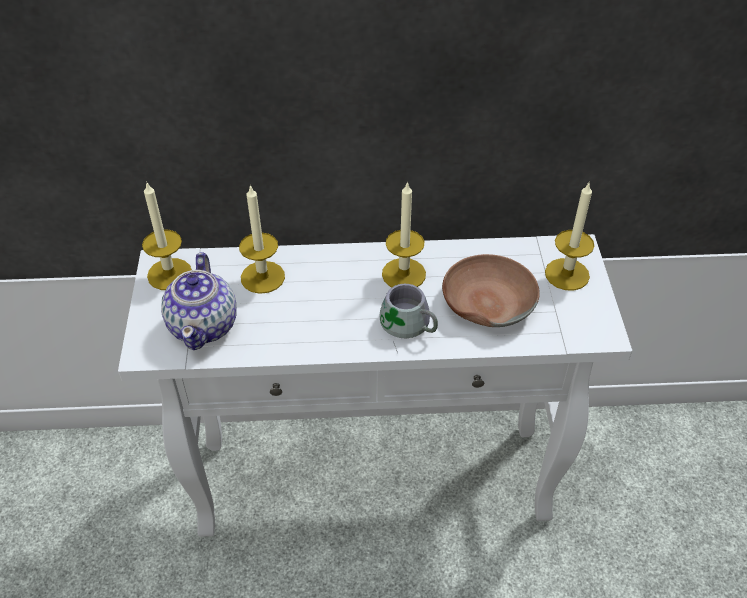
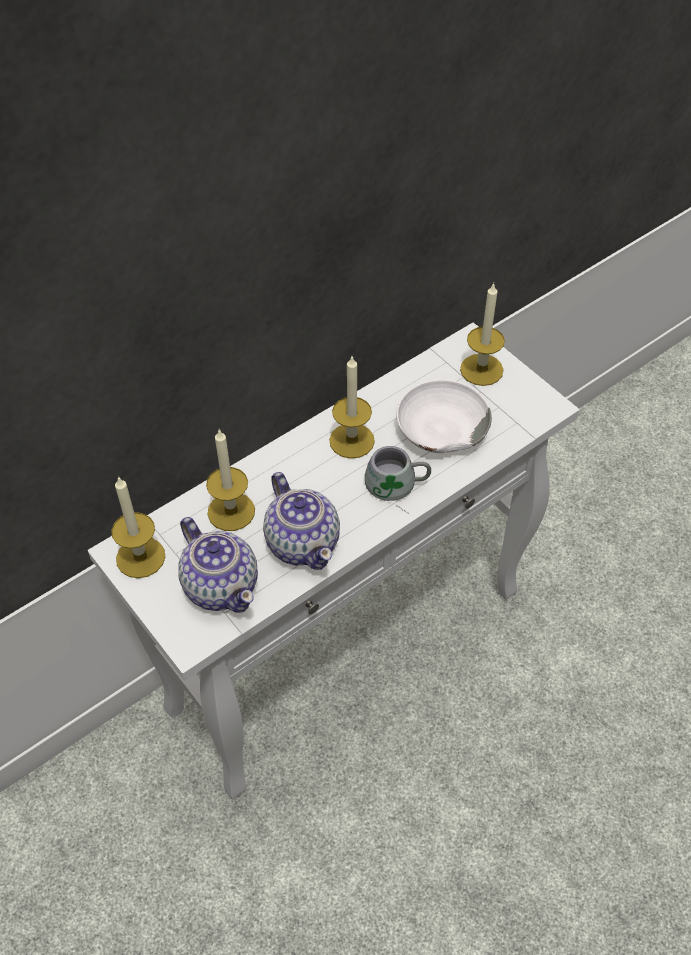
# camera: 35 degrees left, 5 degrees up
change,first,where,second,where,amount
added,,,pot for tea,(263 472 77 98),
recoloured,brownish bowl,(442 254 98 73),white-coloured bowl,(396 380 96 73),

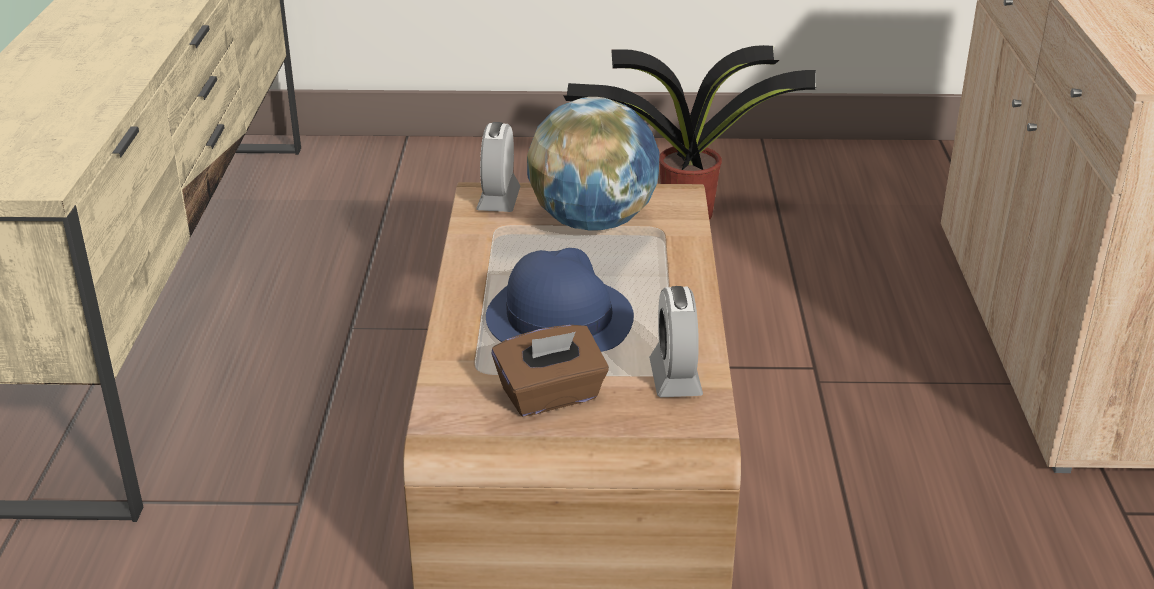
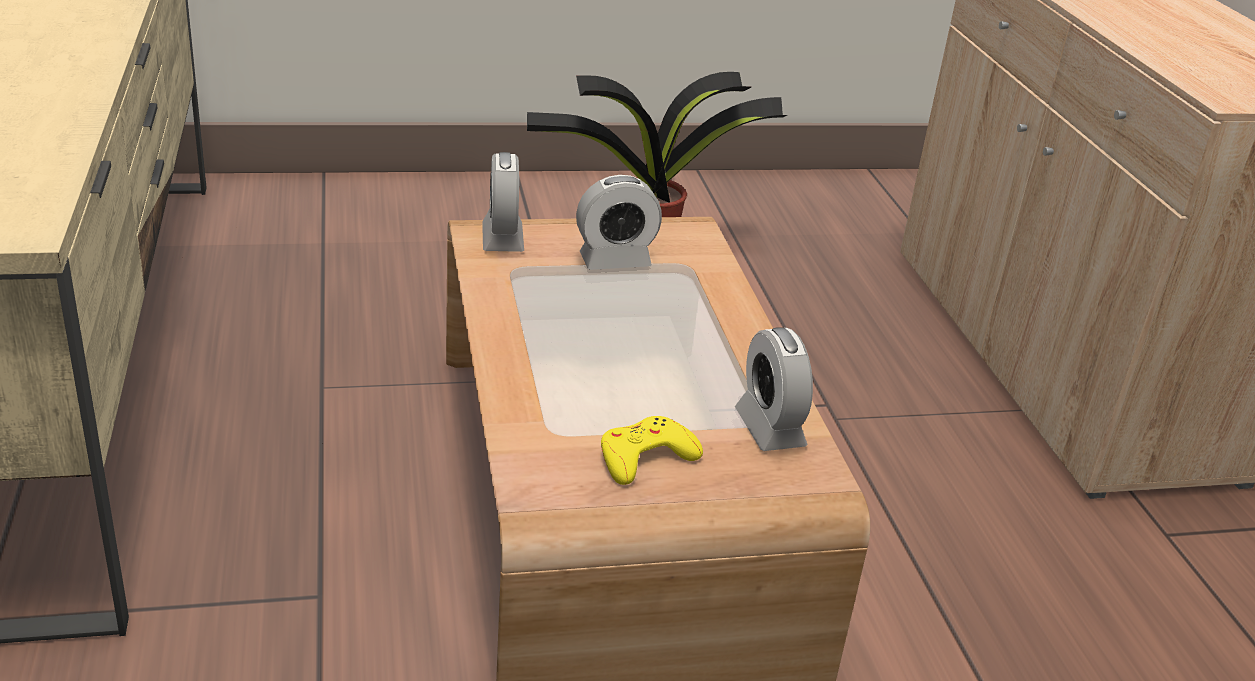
# camera: 15 degrees left, 0 degrees up
change,first,where,second,where,amount
replaced,desk globe,(527 97 133 134),bedside clock,(576 175 86 95),
replaced,brownish tissue box,(491 325 118 91),yellowish gamepad,(601 416 102 69),
removed,bluish wearable hat,(486 248 148 104),,,

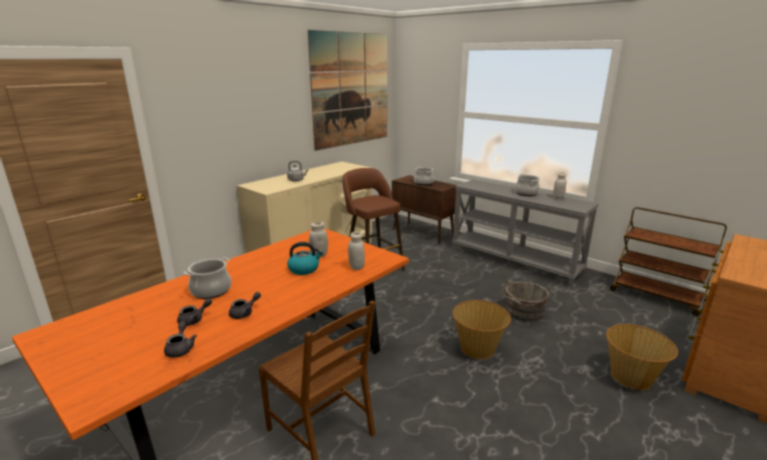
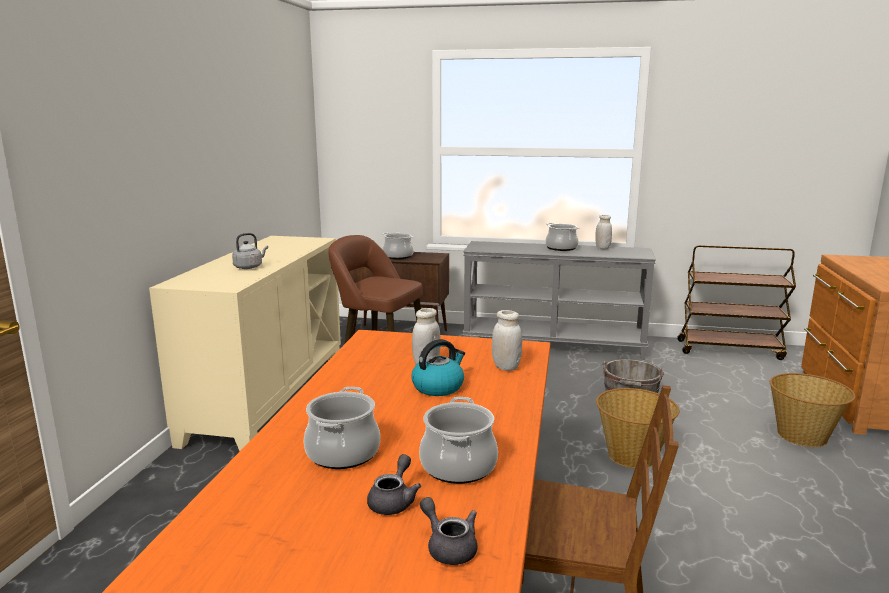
# camera: 30 degrees left, 5 degrees down
change,first,where,second,where,amount
replaced,grey pot for tea,(229 292 32 27),stockpot,(419 397 79 87),
removed,wall art,(308 30 80 121),,,

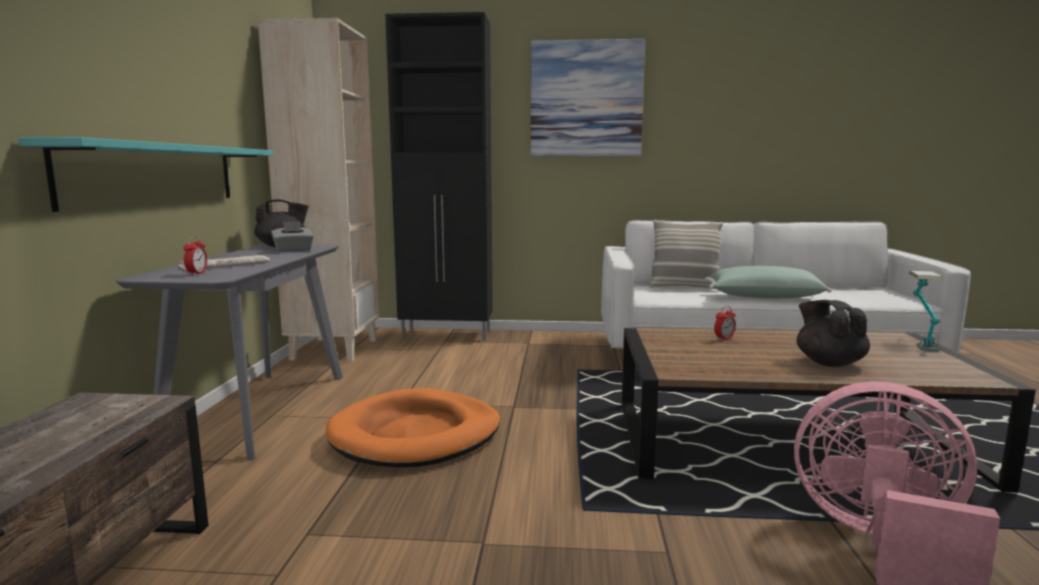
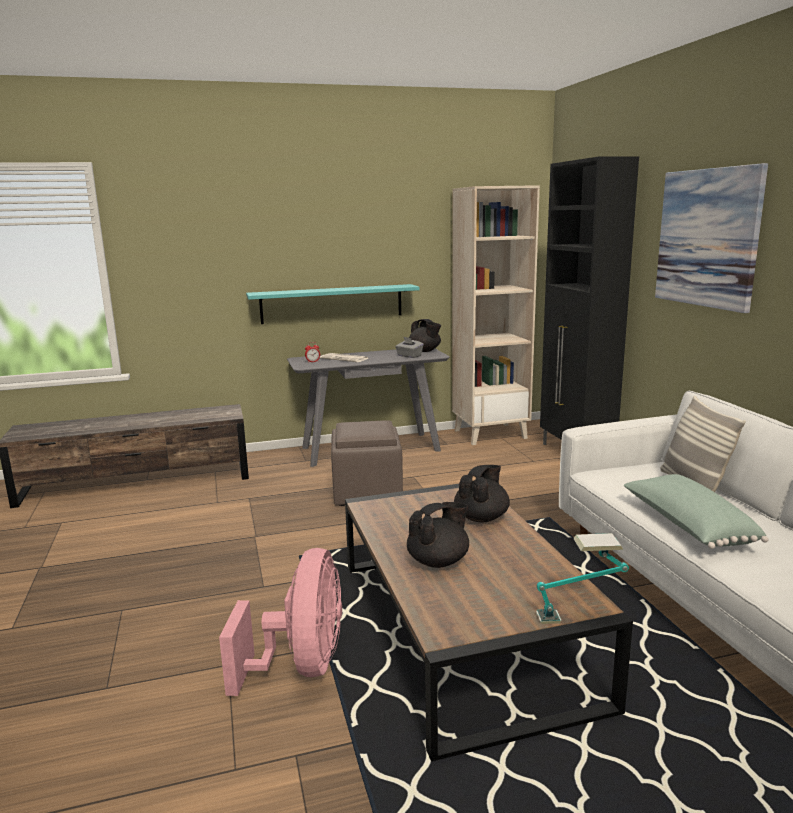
# camera: 70 degrees right, 5 degrees up
change,first,where,second,where,amount
replaced,orangey dog cushion,(326 388 174 79),brownish ottoman,(331 420 72 86),
replaced,bedside clock,(714 306 22 35),black pot for tea,(454 465 56 57),

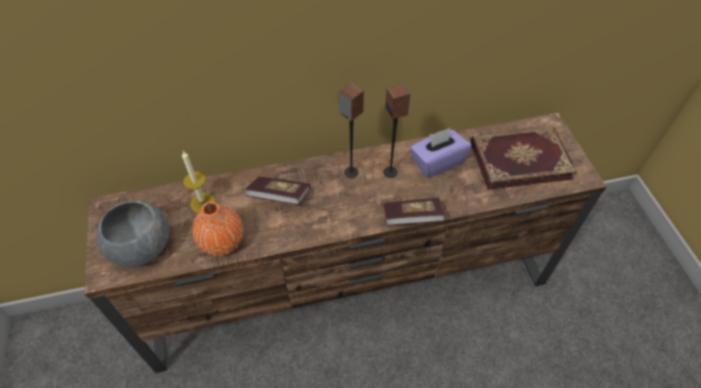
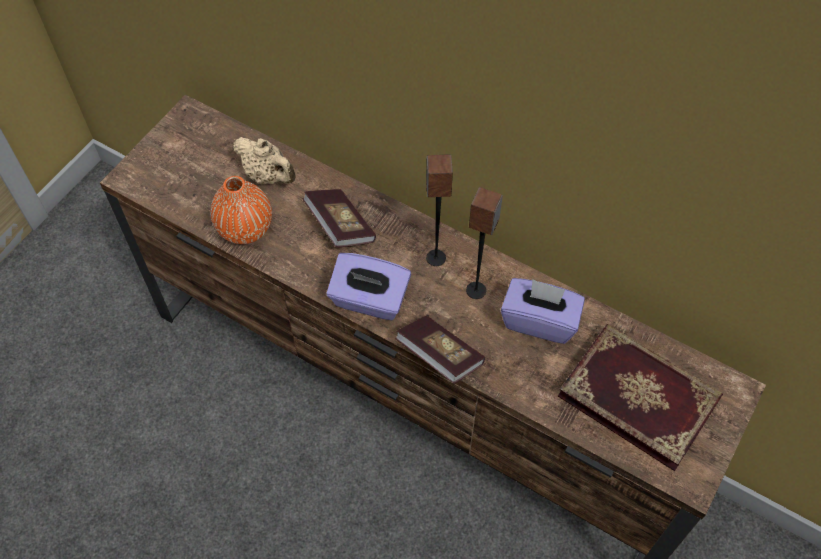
# camera: 45 degrees right, 5 degrees up
change,first,where,second,where,amount
replaced,candle,(182 151 33 62),beige-coloured pot for tea,(233 137 63 47),
added,,,purple-coloured tissue box,(326 253 85 67),
removed,grey bowl,(96 200 73 67),,,

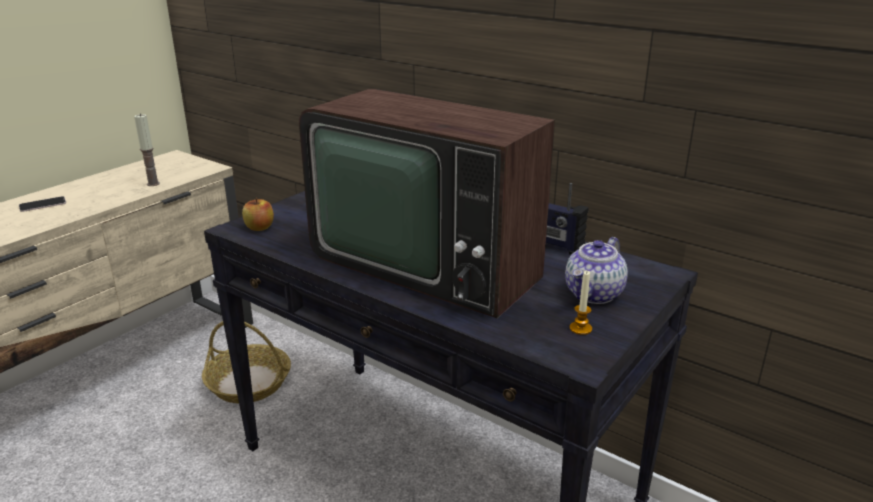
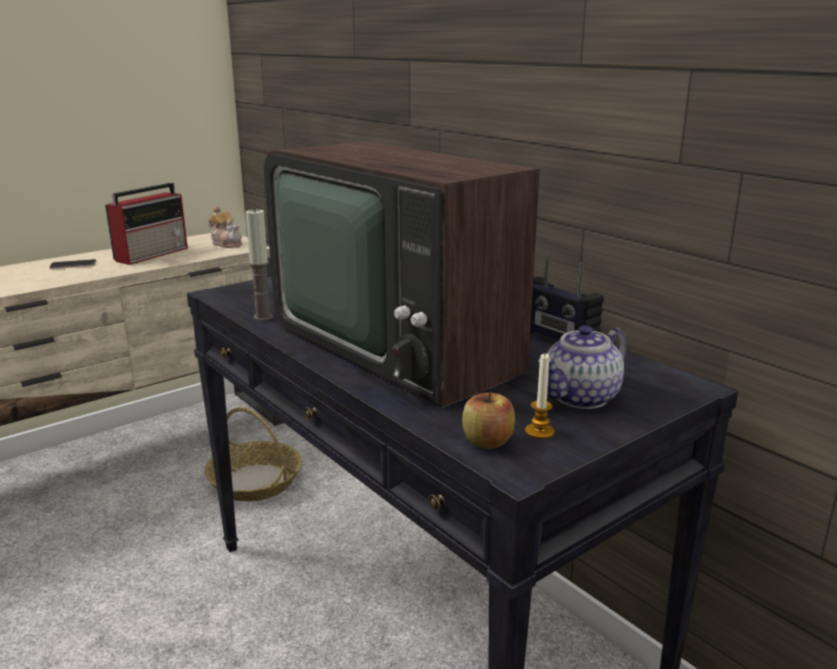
# camera: 15 degrees right, 5 degrees down
change,first,where,second,where,amount
added,,,radio receiver,(105 183 83 82),
added,,,pot for tea,(208 206 34 42),
moved,candle,(134 113 26 73),,(246 208 27 113),
moved,apple fruit,(242 198 32 33),,(462 391 53 58),

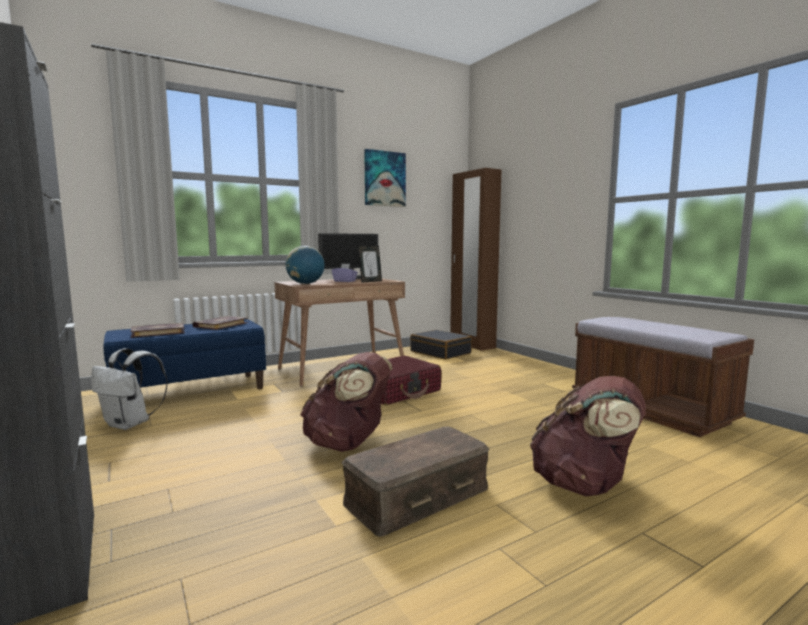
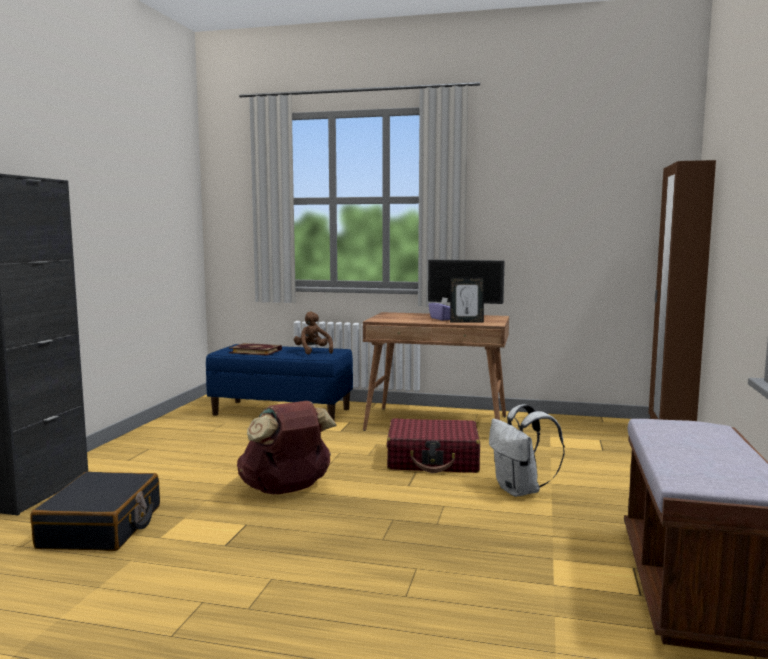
# camera: 45 degrees right, 0 degrees up
change,first,where,second,where,amount
moved,black piece of luggage,(410 330 62 29),,(30 472 130 79),
replaced,book,(193 316 55 14),brownish soft toy,(294 311 39 44),
moved,white-coloured rucksack,(91 348 77 82),,(489 404 76 93),
removed,desk globe,(286 246 39 38),,,
removed,brownish storage box,(342 426 147 111),,,
removed,wall art,(364 149 42 58),,,
removed,brownish rucksack,(530 376 116 120),,,

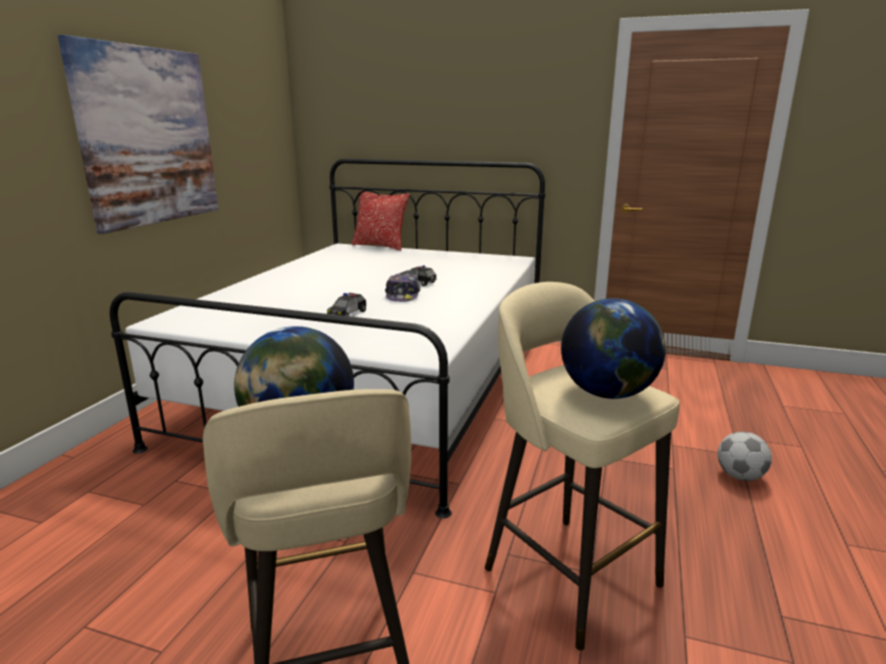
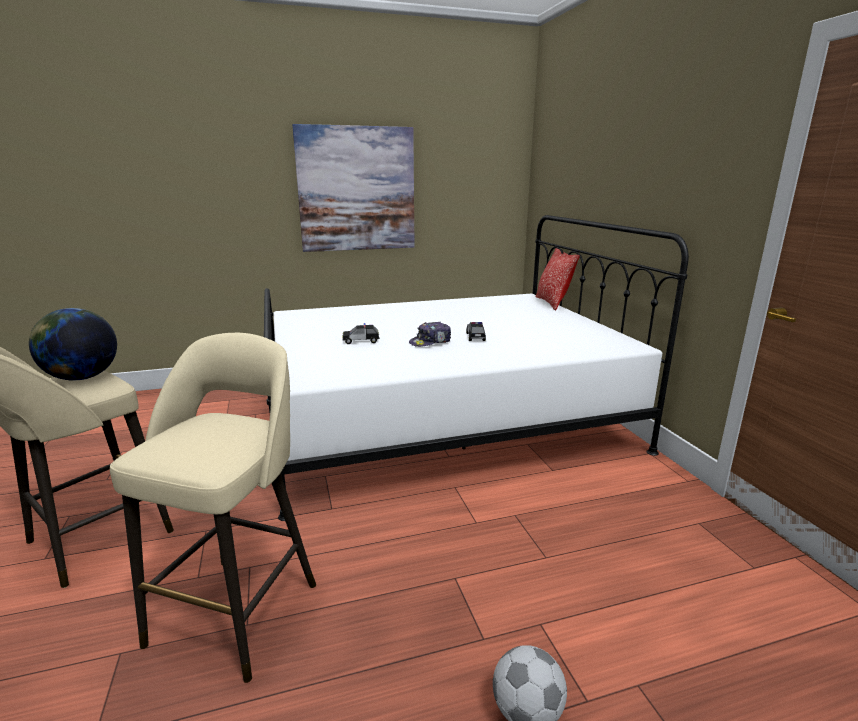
# camera: 55 degrees right, 0 degrees up
change,first,where,second,where,amount
removed,desk globe,(561 298 105 101),,,

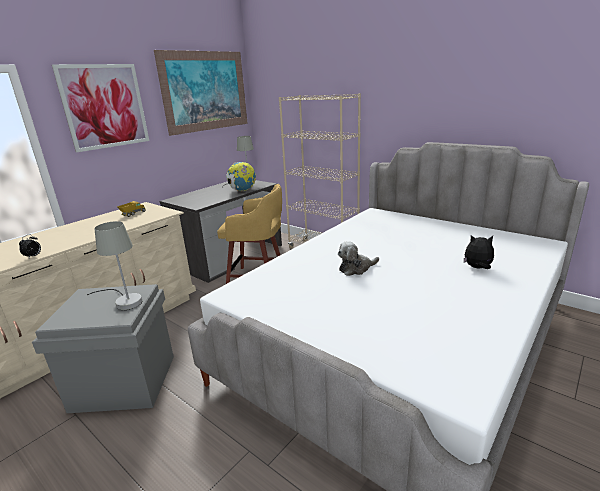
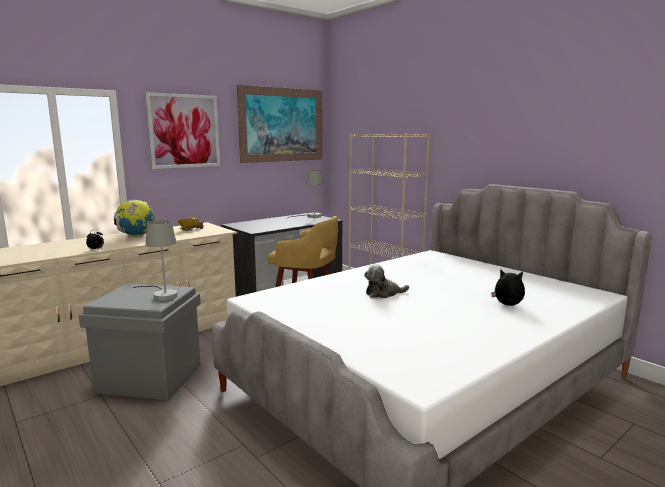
# camera: 10 degrees right, 10 degrees down
change,first,where,second,where,amount
moved,desk globe,(226 162 30 29),,(114 200 40 36),

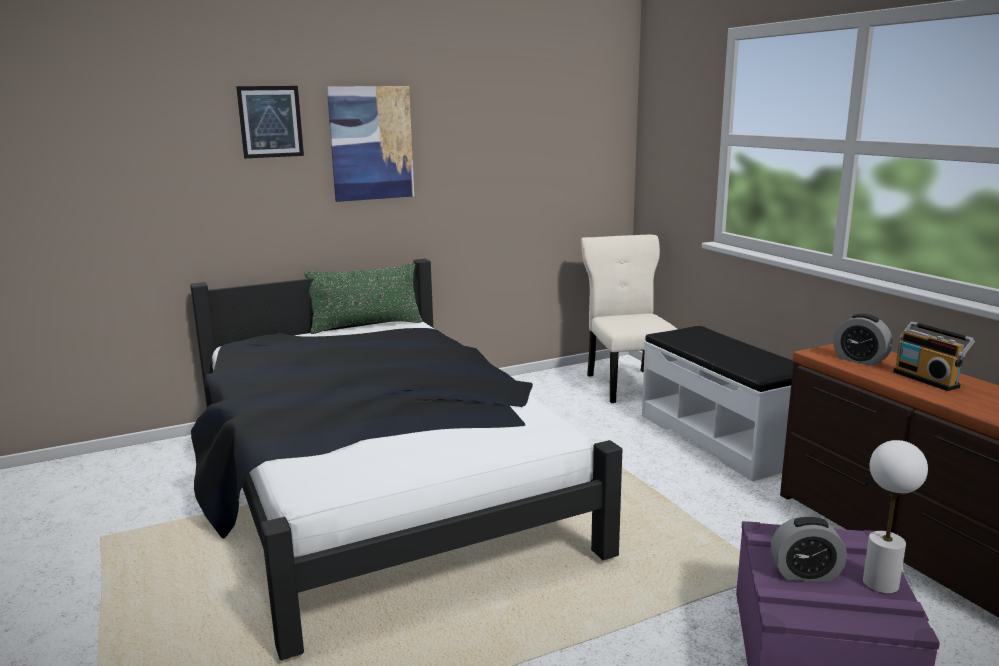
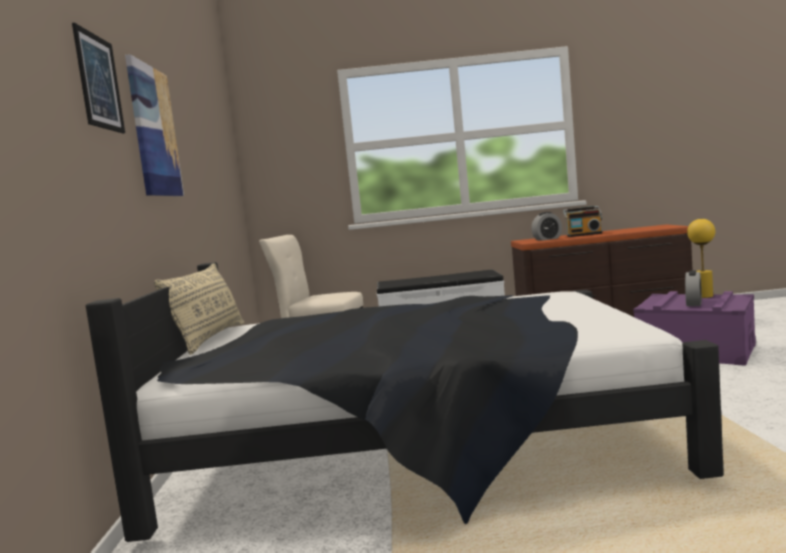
# camera: 65 degrees left, 10 degrees down
change,first,where,second,where,amount
recoloured,green-coloured pillow,(304 263 118 71),beige-coloured pillow,(154 263 90 92),
recoloured,white-coloured lamp for a table,(863 440 65 154),yellowish lamp for a table,(687 219 28 79),

